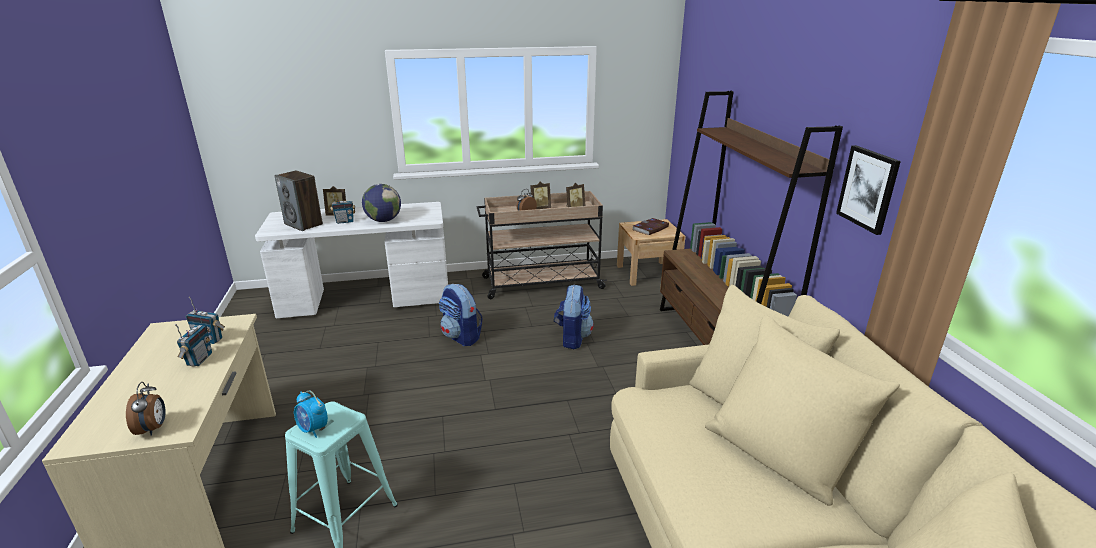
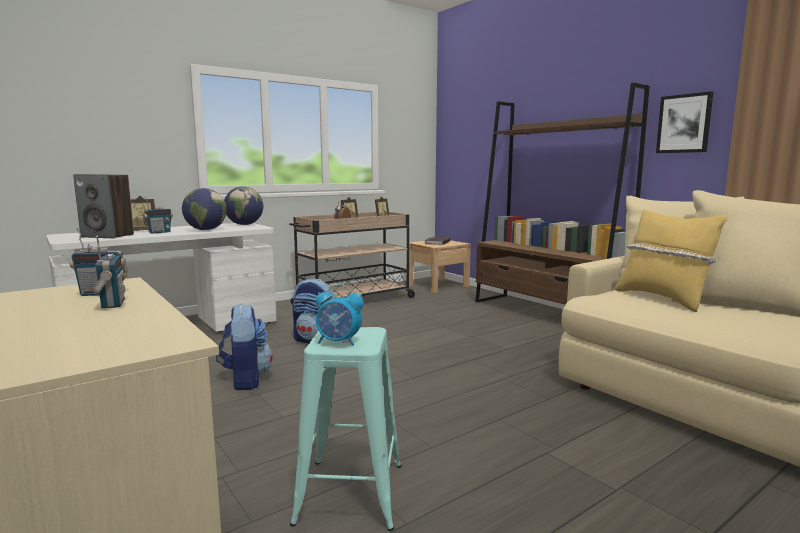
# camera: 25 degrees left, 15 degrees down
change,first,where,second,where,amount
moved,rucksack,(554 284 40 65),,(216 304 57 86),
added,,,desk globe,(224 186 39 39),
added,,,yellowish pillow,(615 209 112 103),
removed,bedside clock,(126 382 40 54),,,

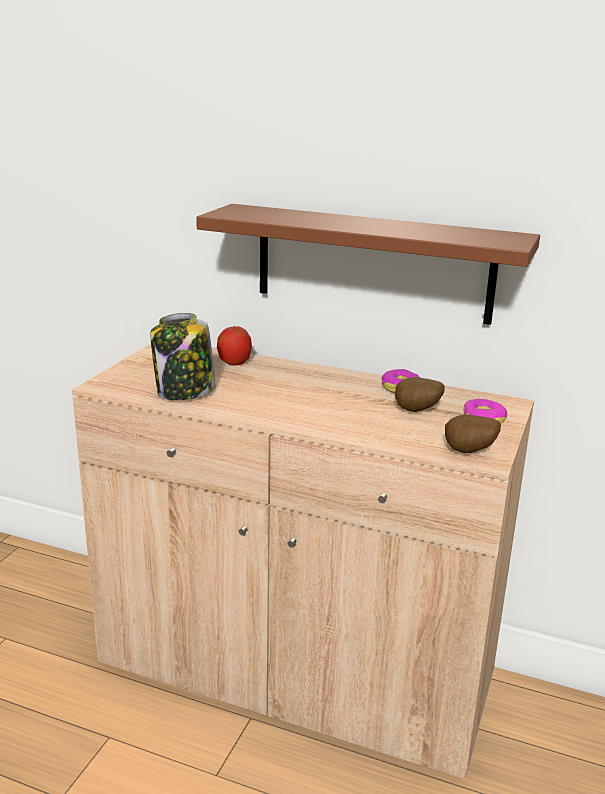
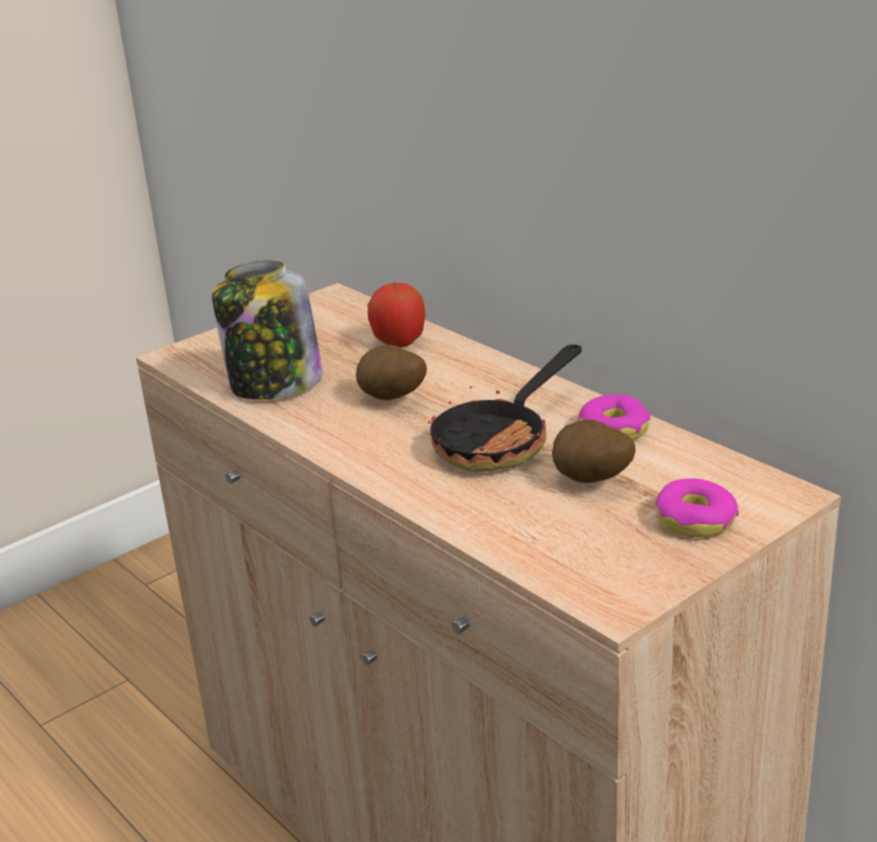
# camera: 30 degrees right, 5 degrees up
change,first,where,second,where,amount
moved,whole potato,(445 414 56 39),,(356 345 71 55),
added,,,pan,(428 344 154 128),
removed,brownish wall shelf,(196 204 344 121),,,

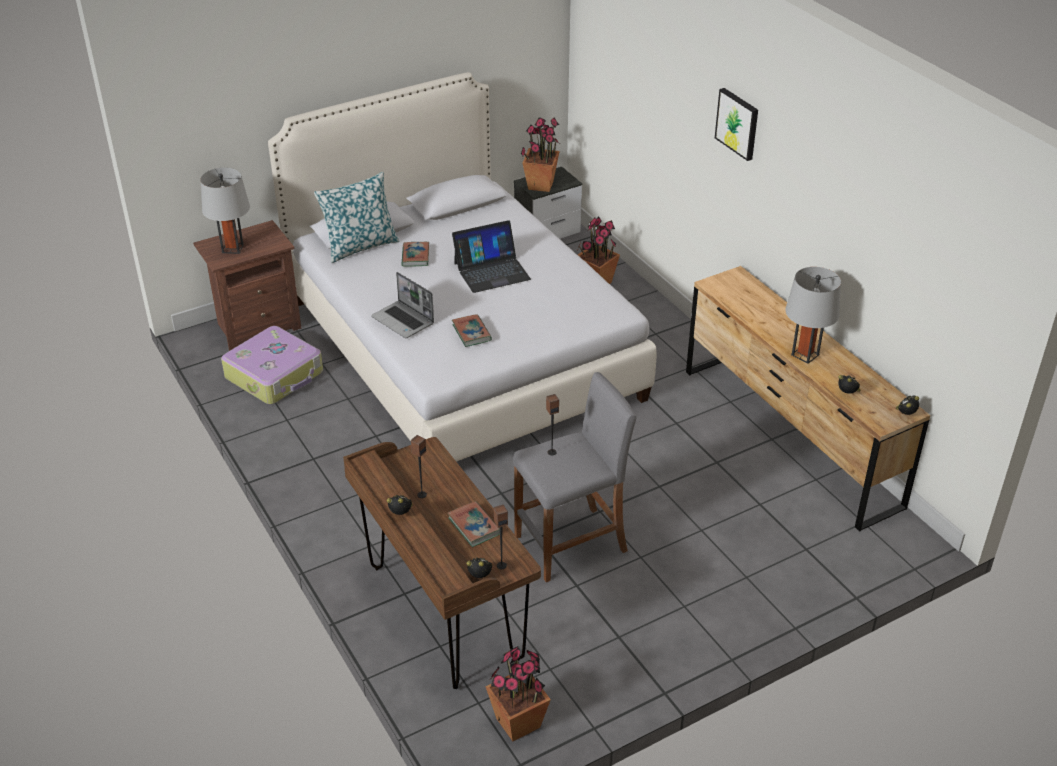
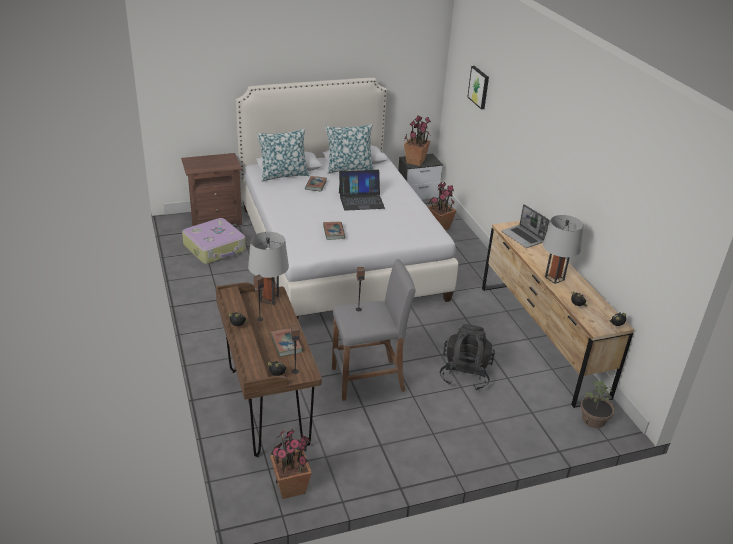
# camera: 10 degrees right, 5 degrees down
change,first,where,second,where,amount
moved,grey lamp for a table,(200 168 50 86),,(248 232 41 73),
added,,,pillow,(325 124 49 49),
added,,,black rucksack,(440 324 55 67),
moved,wall art,(715 88 43 73),,(467 66 22 43),
moved,notebook computer,(371 272 63 66),,(502 204 47 44),
added,,,houseplant,(581 381 33 47),

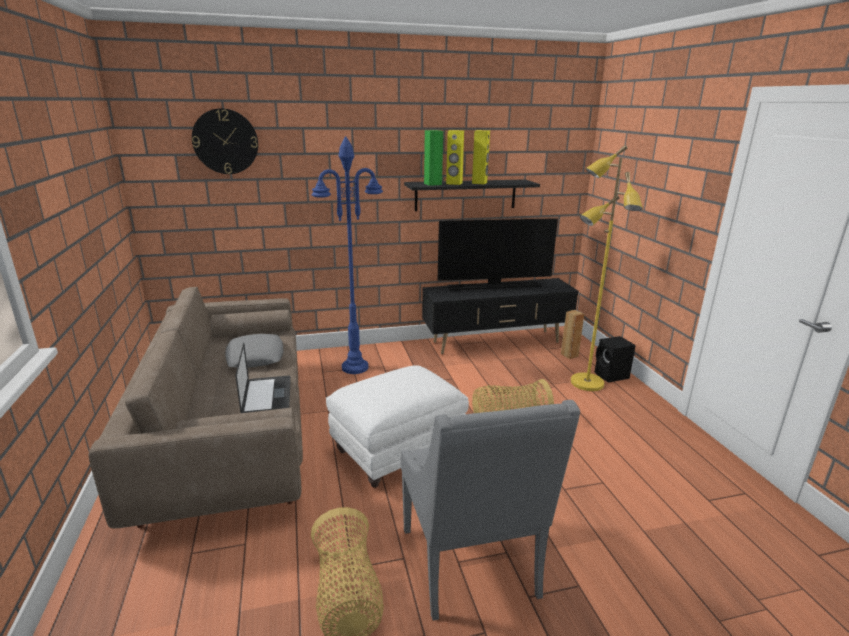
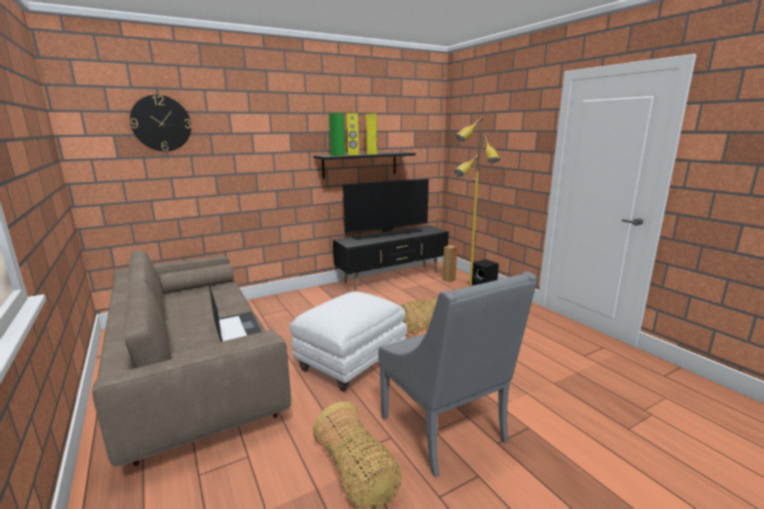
# camera: 15 degrees left, 5 degrees down
change,first,where,second,where,amount
removed,grey pillow,(225 334 58 34),,,
removed,bluish standing lamp,(311 136 72 238),,,

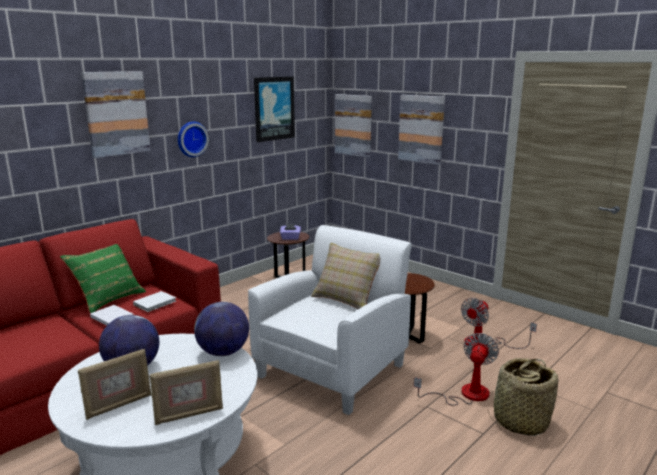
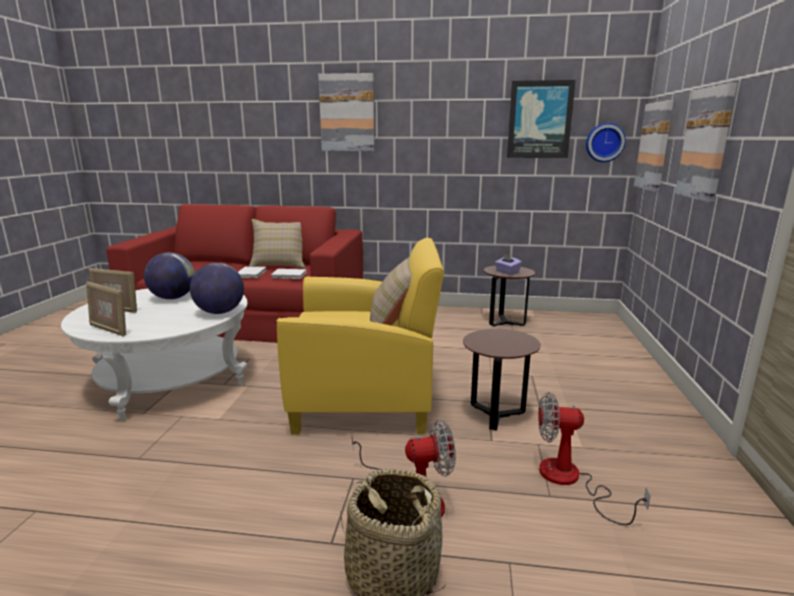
# camera: 55 degrees right, 0 degrees up
change,first,where,second,where,amount
recoloured,green-coloured pillow,(60 244 86 69),beige-coloured pillow,(249 219 56 50),
recoloured,white-coloured lounge chair,(248 225 164 190),yellowish lounge chair,(277 238 167 196),
moved,clock on the wall,(178 121 31 36),,(586 123 40 39),

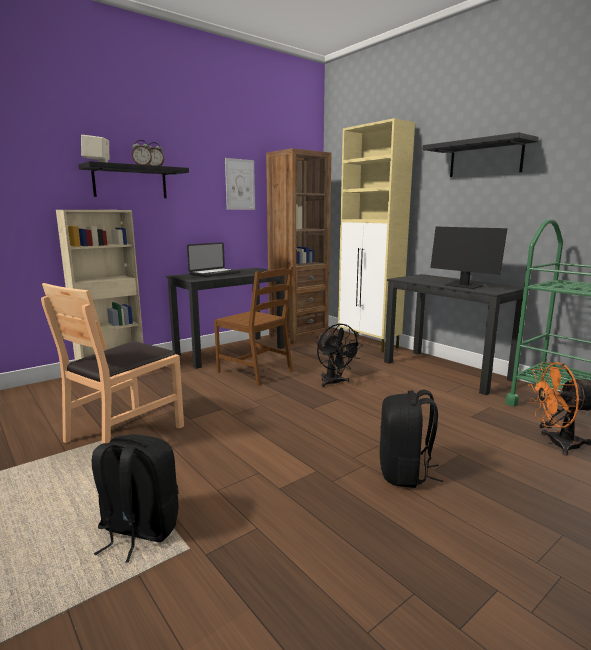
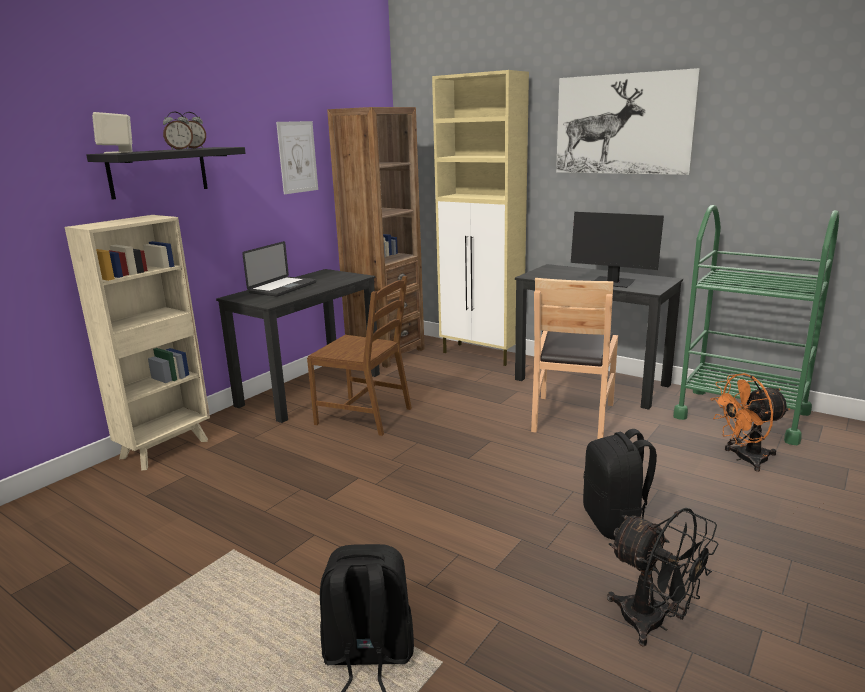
# camera: 15 degrees left, 5 degrees up
change,first,where,second,where,amount
moved,brownish chair,(41 283 143 161),,(531 278 87 161),
replaced,black wall shelf,(423 132 116 45),wall art,(556 68 145 107),
moved,black fan,(316 323 47 64),,(607 508 112 139),

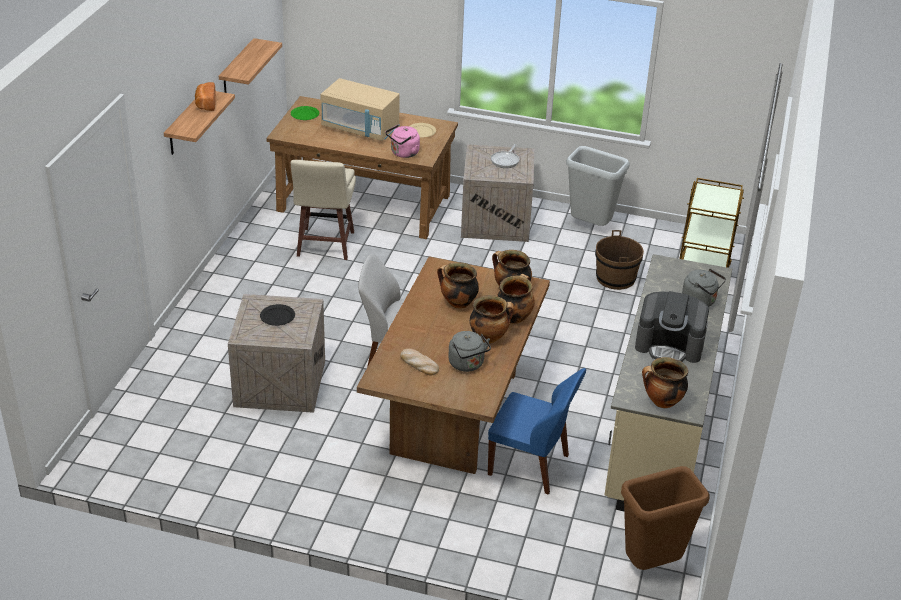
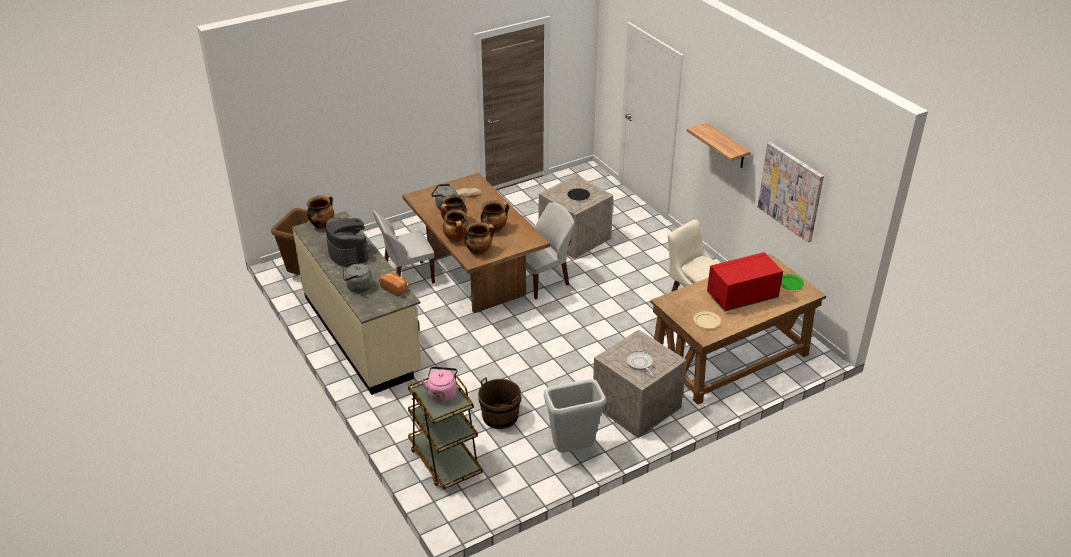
# camera: 135 degrees right, 0 degrees up
change,first,where,second,where,amount
turned,coffee brewer,(635 291 74 72),,(325 218 45 49),90 degrees clockwise
recoloured,bluish chair,(488 368 98 127),white-coloured chair,(372 210 63 73),
moved,baked bread,(195 82 21 29),,(379 273 28 23),
moved,pinkish kettle,(385 125 35 33),,(421 367 36 35),
recoloured,beige-coloured kitchen microwave,(320 78 80 63),red kitchen microwave,(707 252 76 60),
replaced,wall shelf,(219 38 63 55),wall art,(758 142 66 101),

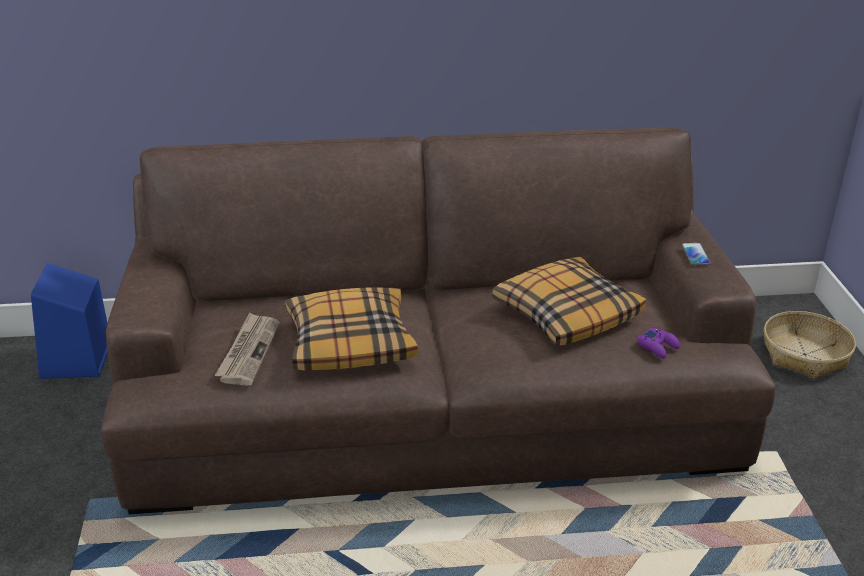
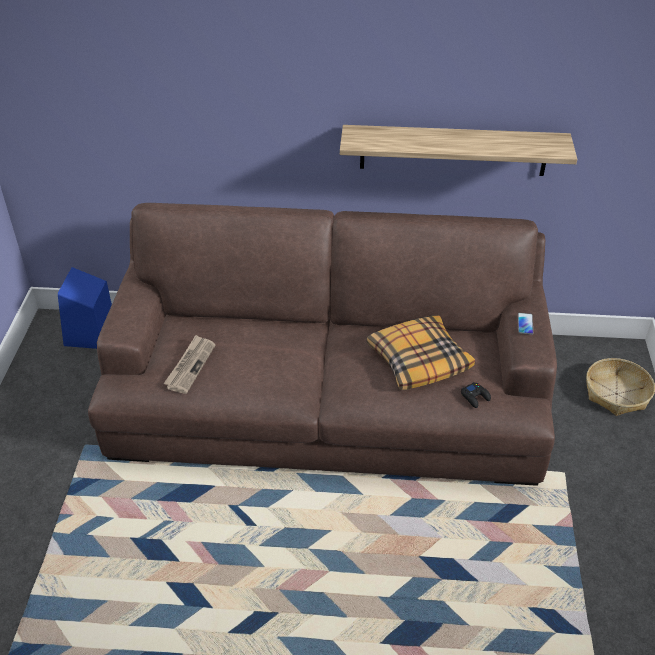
# camera: 10 degrees right, 10 degrees up
change,first,where,second,where,amount
added,,,wall shelf,(340 125 237 51),
recoloured,purple-coloured gamepad,(637 328 43 31),black gamepad,(461 382 30 26),
removed,pillow,(285 287 133 84),,,

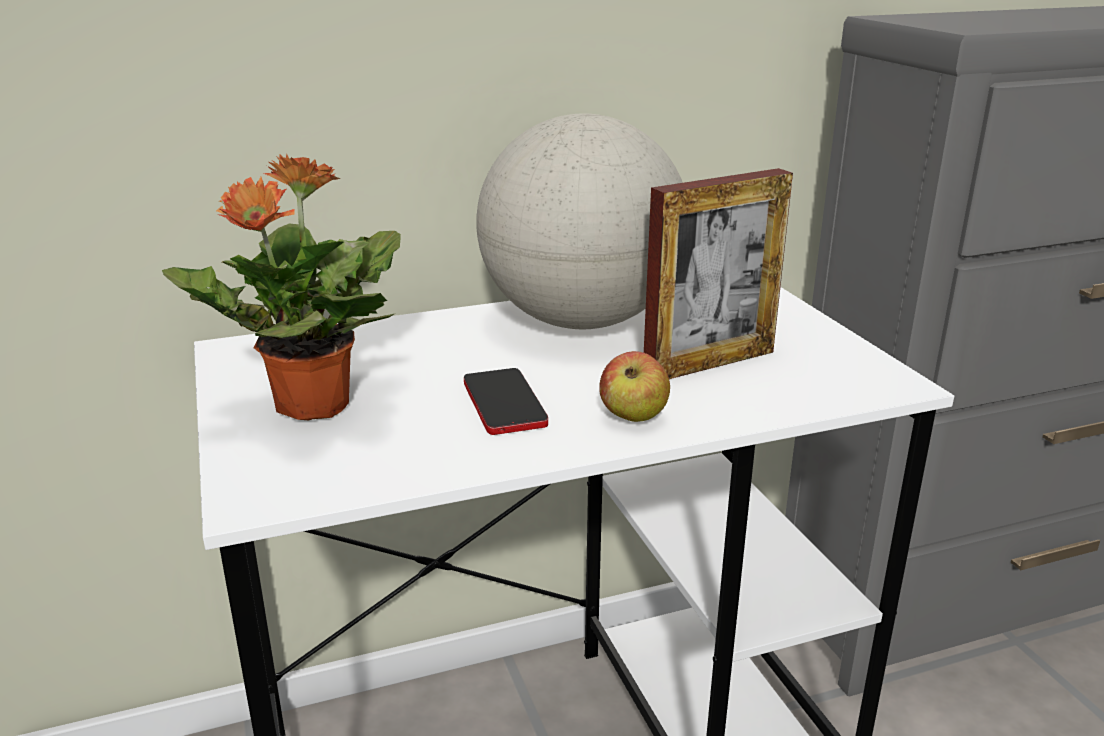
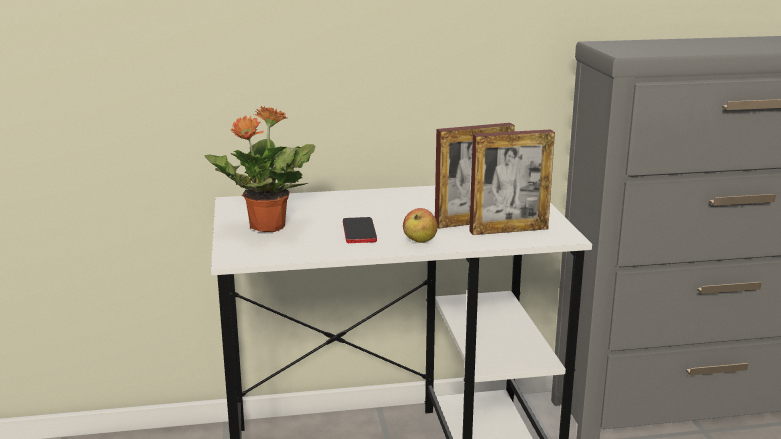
# camera: 10 degrees right, 5 degrees down
change,first,where,second,where,amount
added,,,picture frame,(469 129 86 106),
removed,desk globe,(476 114 207 215),,,

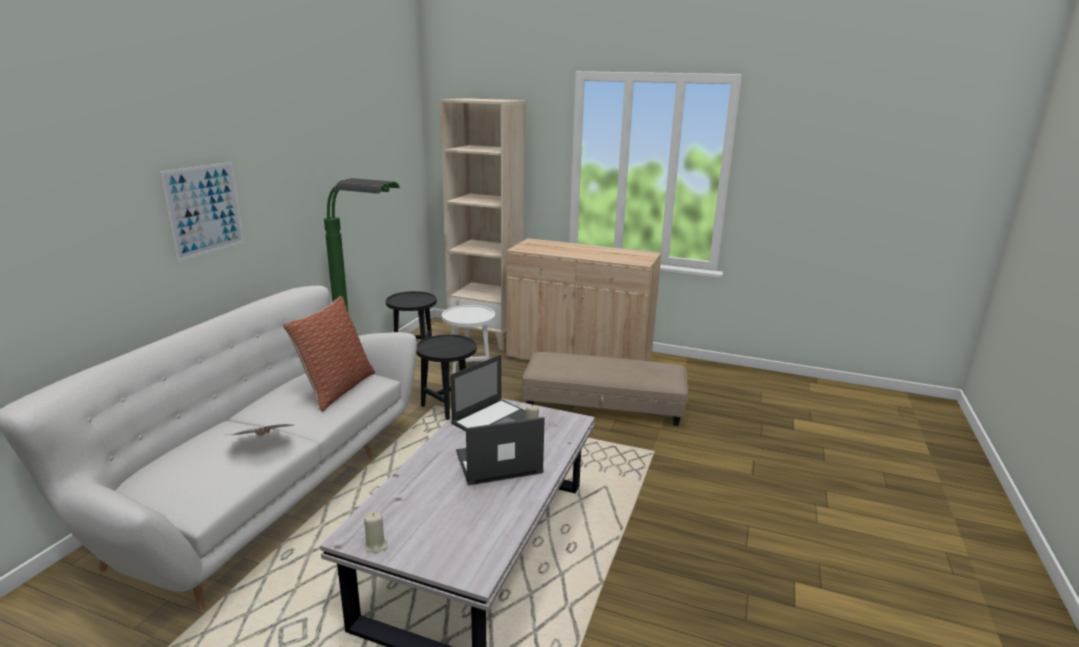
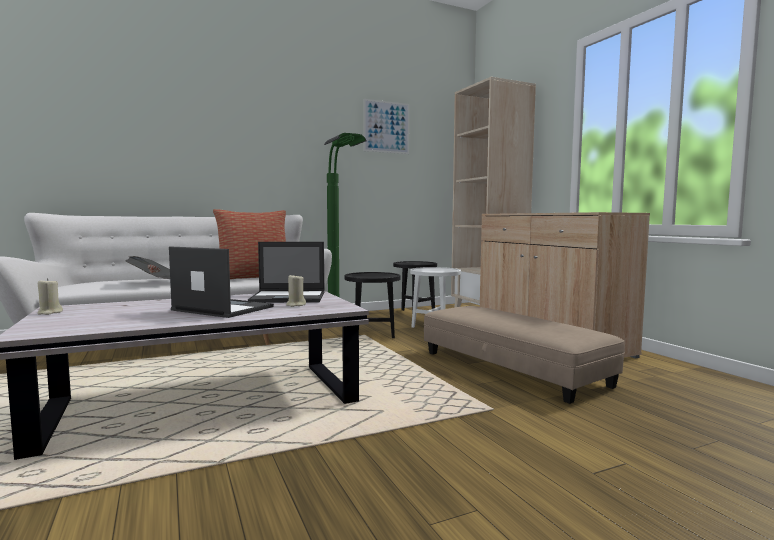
# camera: 45 degrees right, 15 degrees down
change,first,where,second,where,amount
moved,wall art,(159 162 85 100),,(364 99 45 55),

